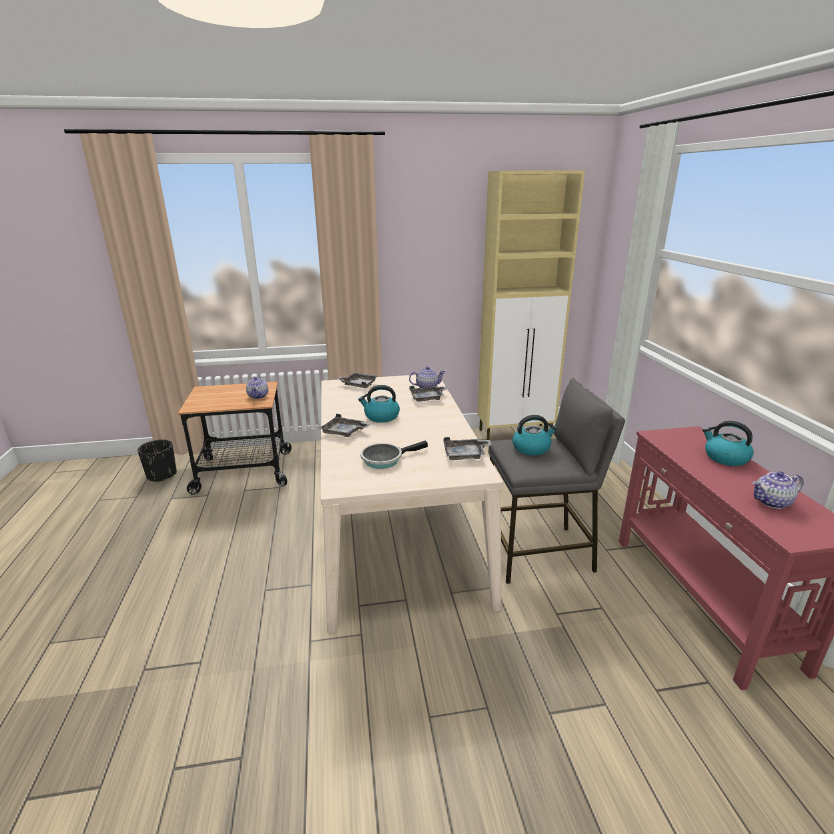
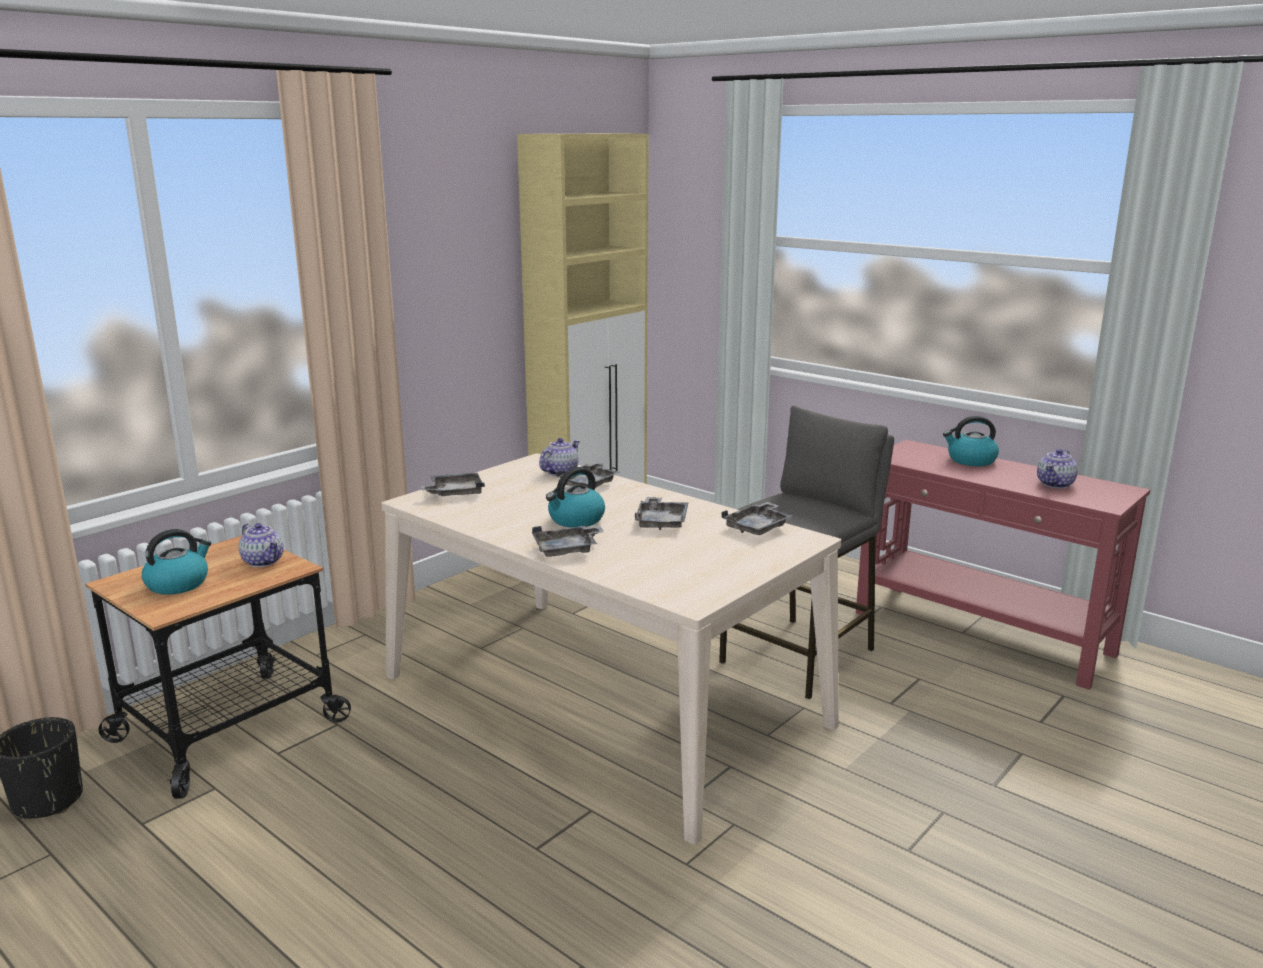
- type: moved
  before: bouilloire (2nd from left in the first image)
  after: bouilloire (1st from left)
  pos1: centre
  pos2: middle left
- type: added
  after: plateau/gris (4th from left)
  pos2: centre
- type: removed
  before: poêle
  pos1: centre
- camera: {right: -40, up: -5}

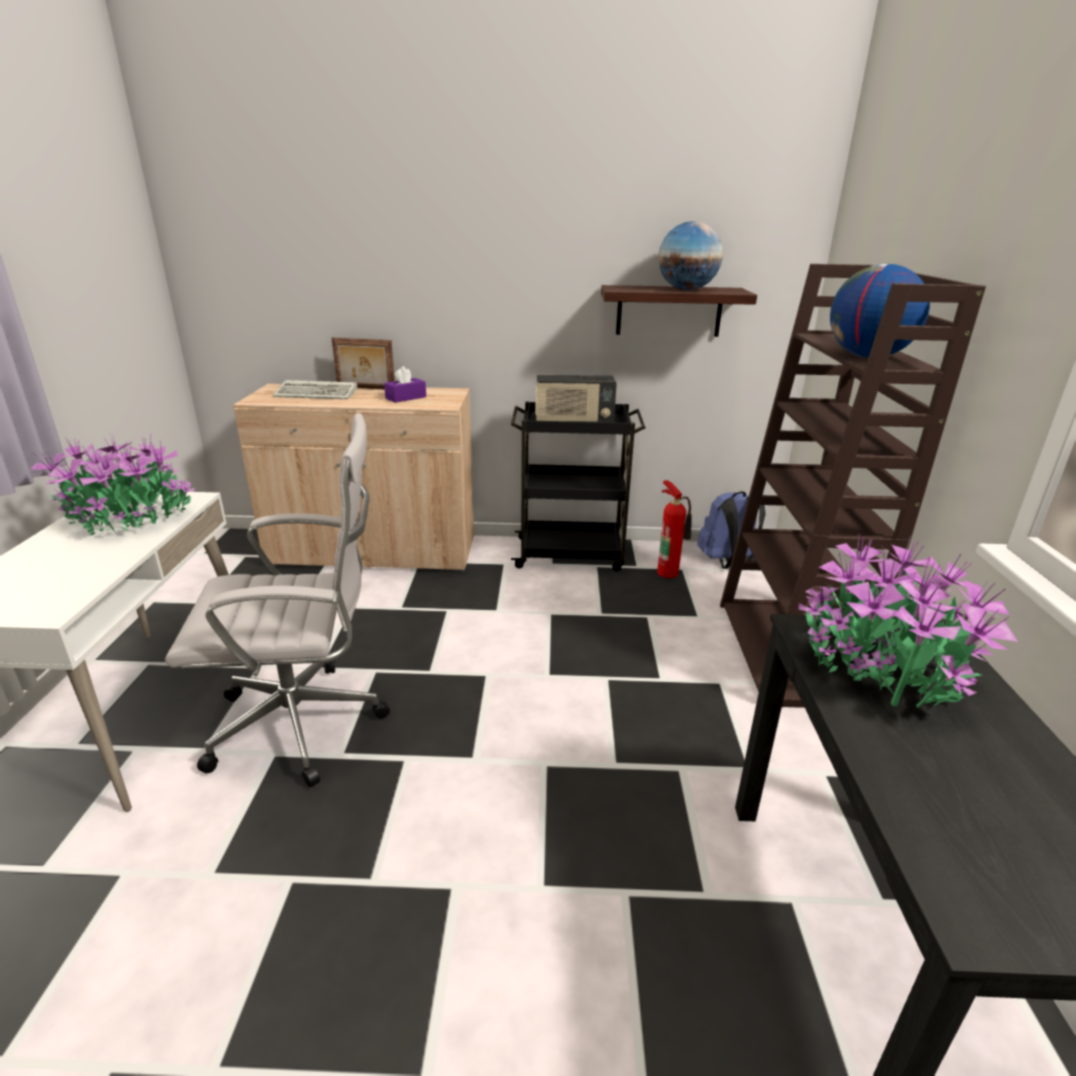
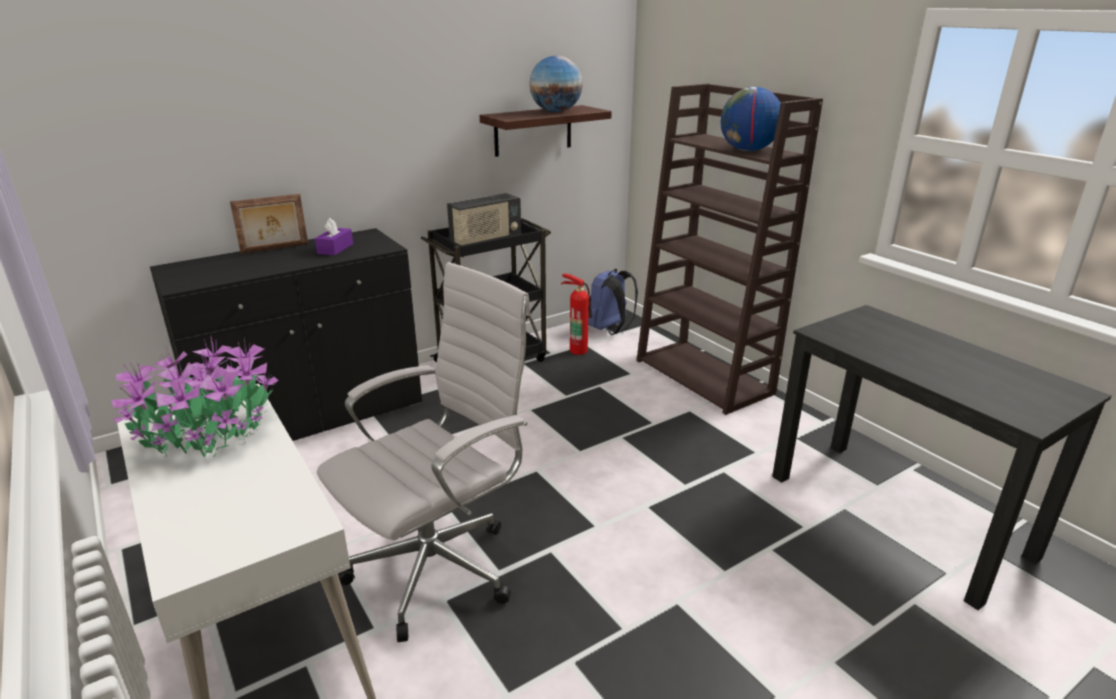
- type: recoloured
  before: meuble de rangement/beige
  after: meuble de rangement/noir
  pos1: middle left
  pos2: middle left
- type: removed
  before: clavier
  pos1: middle left
- type: removed
  before: plante en pot (2nd from left)
  pos1: middle right
- camera: {right: -35, up: 0}

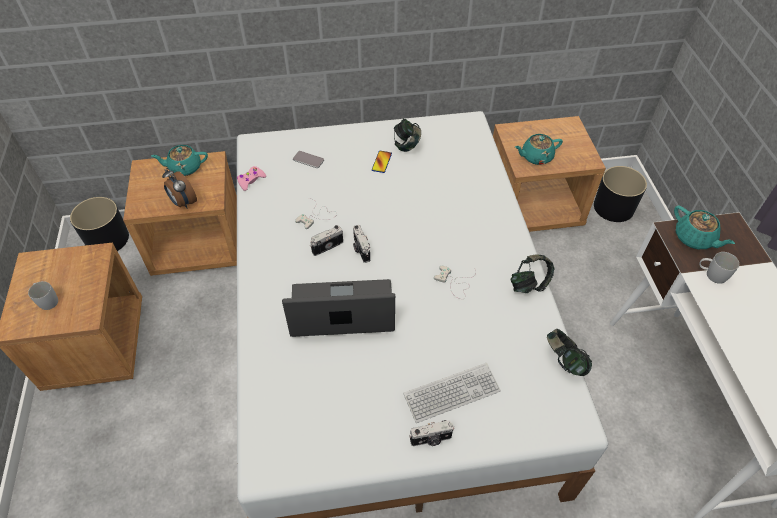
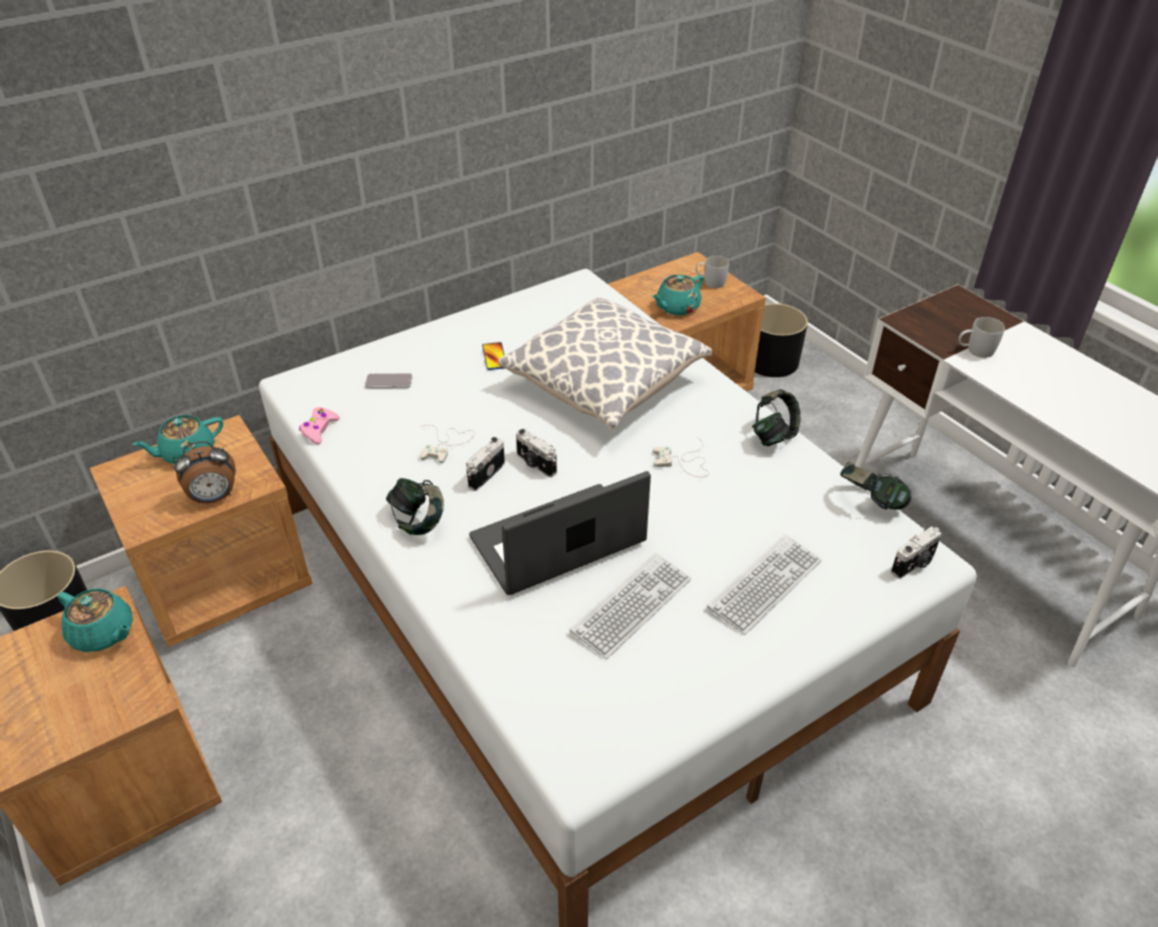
- type: moved
  before: théière/turquoise (3rd from left in the first image)
  after: théière/turquoise (1st from left)
  pos1: middle right
  pos2: bottom left
- type: turned
  before: réveil
  pos1: middle left
  pos2: middle left
  turn: -45
- type: moved
  before: casque audio (1st from left)
  pos1: top centre
  pos2: centre
- type: added
  after: coussin
  pos2: centre
- type: added
  after: clavier (1st from left)
  pos2: centre
- type: moved
  before: mug/blanc (1st from left)
  pos1: middle left
  pos2: top centre
- type: moved
  before: appareil photo (3rd from left)
  pos1: bottom centre
  pos2: middle right
- camera: {right: -25, up: -10}

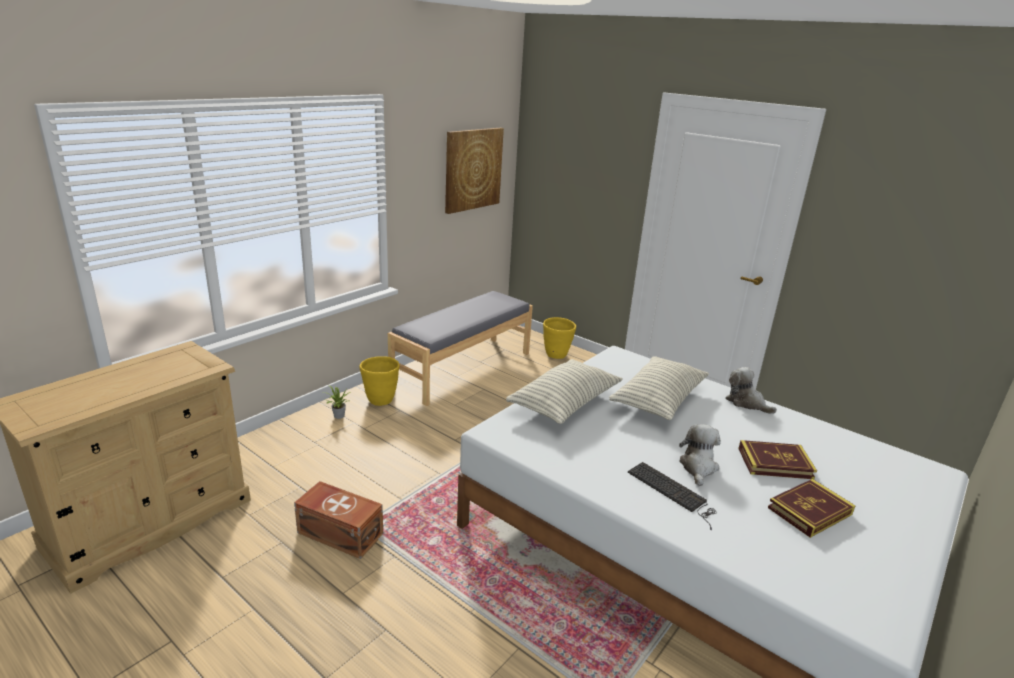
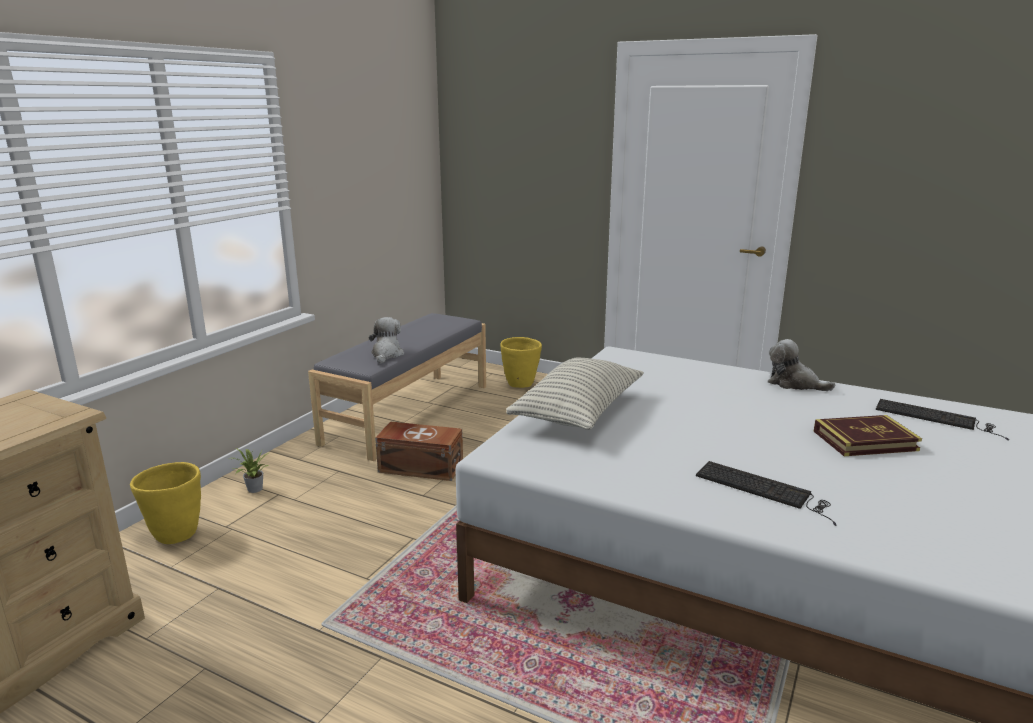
- type: moved
  before: cache-pot/jaune (1st from left)
  pos1: centre
  pos2: bottom left
- type: moved
  before: peluche (1st from left)
  pos1: bottom right
  pos2: centre
- type: moved
  before: boîte de rangement/marron
  pos1: bottom centre
  pos2: centre
- type: added
  after: clavier (2nd from left)
  pos2: middle right
- type: removed
  before: tableau
  pos1: top centre
- type: removed
  before: coussin (2nd from left)
  pos1: centre
- type: removed
  before: livre (2nd from left)
  pos1: bottom right
- camera: {right: -10, up: -5}

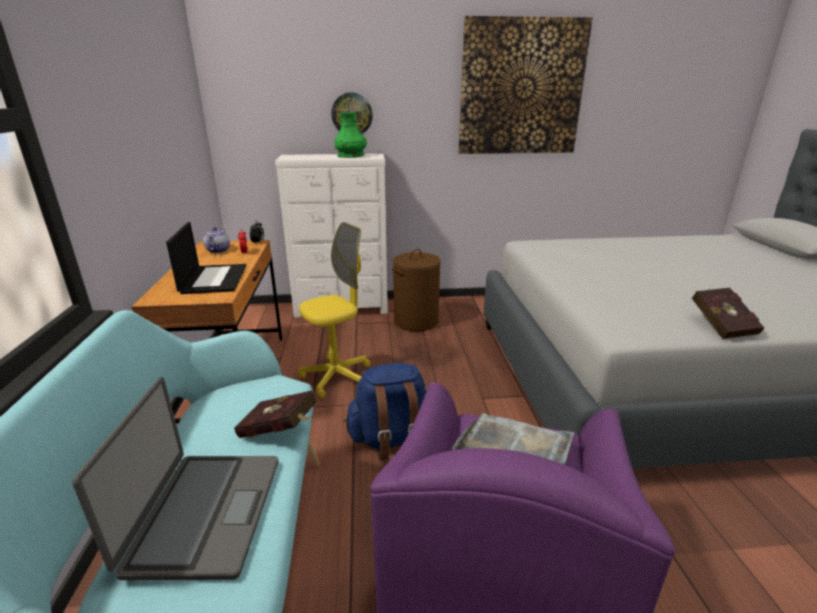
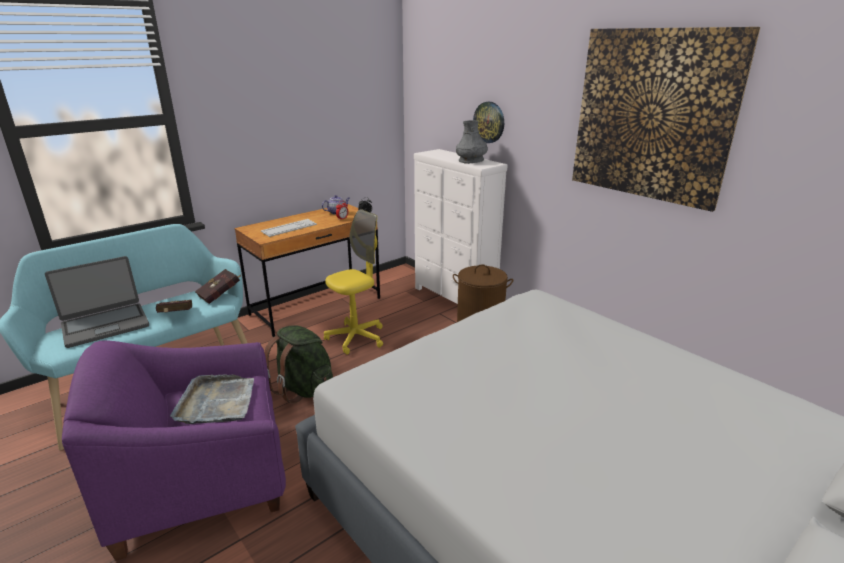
- type: moved
  before: livre/rouge (2nd from left)
  pos1: middle right
  pos2: middle left
- type: replaced
  before: ordinateur portable (2nd from left)
  after: clavier
  pos1: middle left
  pos2: centre
- type: recoloured
  before: sac à dos/bleu
  after: sac à dos/vert
  pos1: bottom centre
  pos2: centre
- type: turned
  before: chaise de bureau/jaune
  pos1: centre
  pos2: centre
  turn: -60
- type: recoloured
  before: vase/vert
  after: vase/gris
  pos1: top centre
  pos2: top centre
- camera: {right: 55, up: 0}

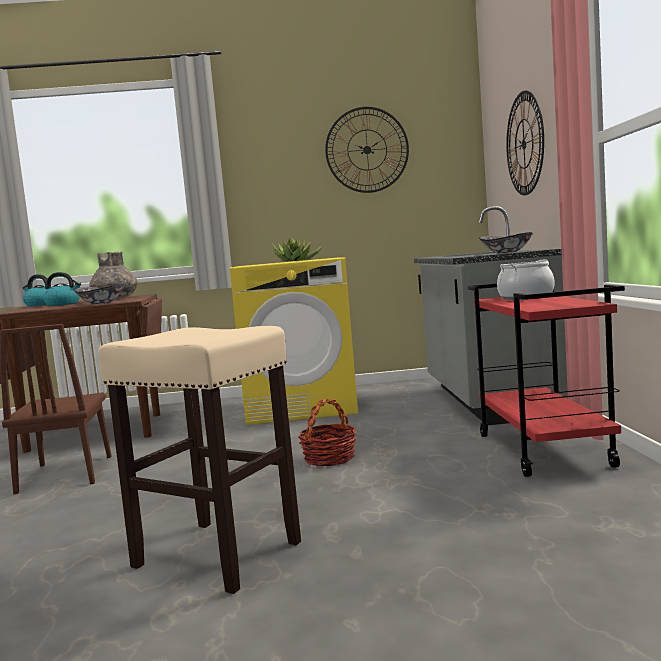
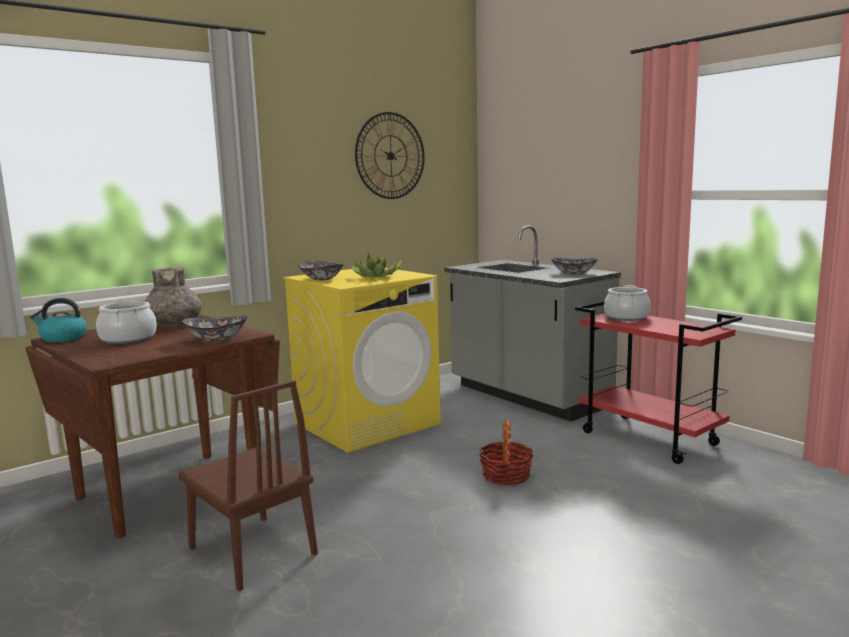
- type: replaced
  before: bouilloire (2nd from left)
  after: marmite (1st from left)
  pos1: middle left
  pos2: middle left
- type: added
  after: bol (2nd from left)
  pos2: centre
- type: removed
  before: tabouret/beige
  pos1: bottom left
- type: removed
  before: horloge murale (2nd from left)
  pos1: top right
- camera: {right: -35, up: 5}

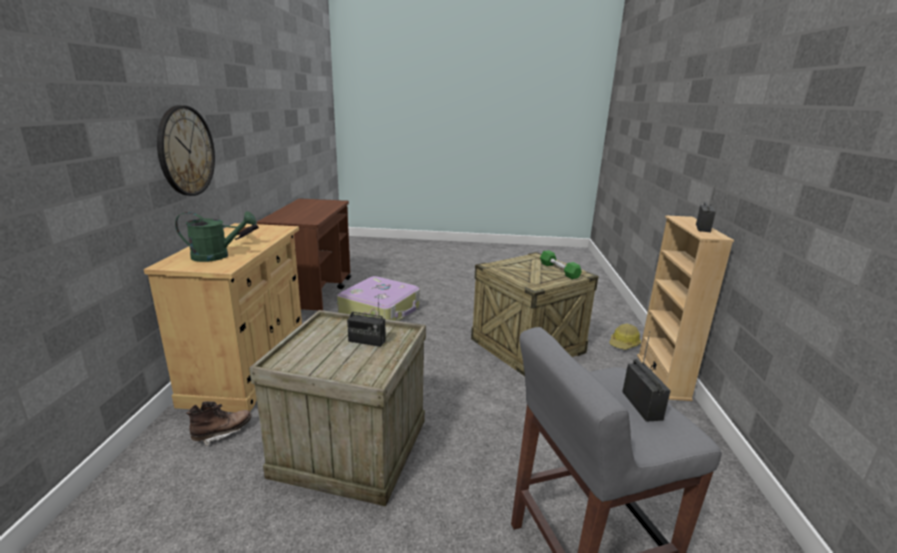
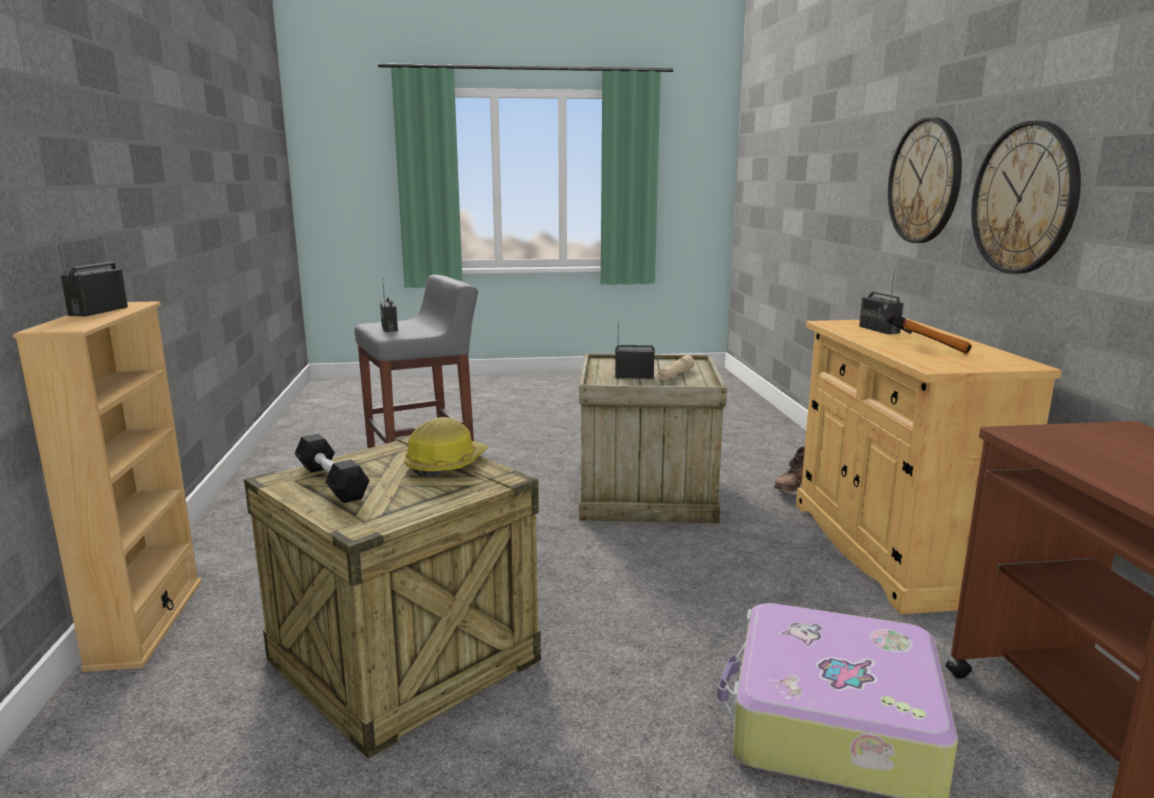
- type: recoloured
  before: haltère/vert
  after: haltère/noir
  pos1: centre
  pos2: middle left
- type: moved
  before: casque de chantier
  pos1: middle right
  pos2: centre
- type: added
  after: lampe de poche/beige
  pos2: centre
- type: replaced
  before: arrosoir/vert
  after: radio (4th from left)
  pos1: middle left
  pos2: middle right
- type: added
  after: horloge murale (1st from left)
  pos2: top right
- camera: {right: 170, up: -5}

